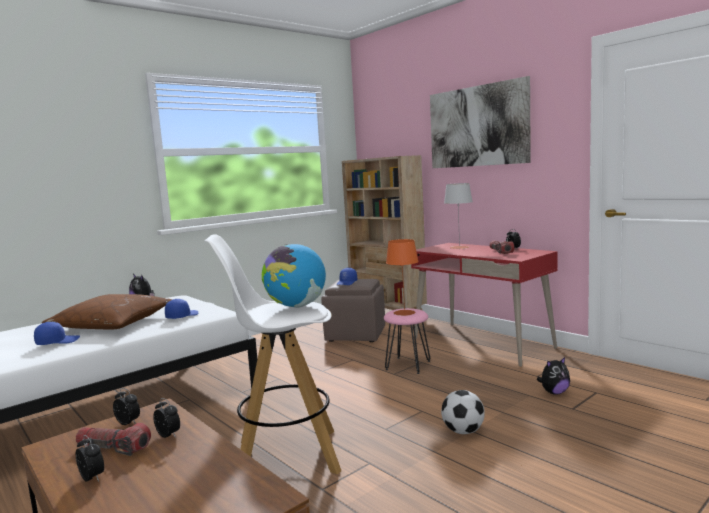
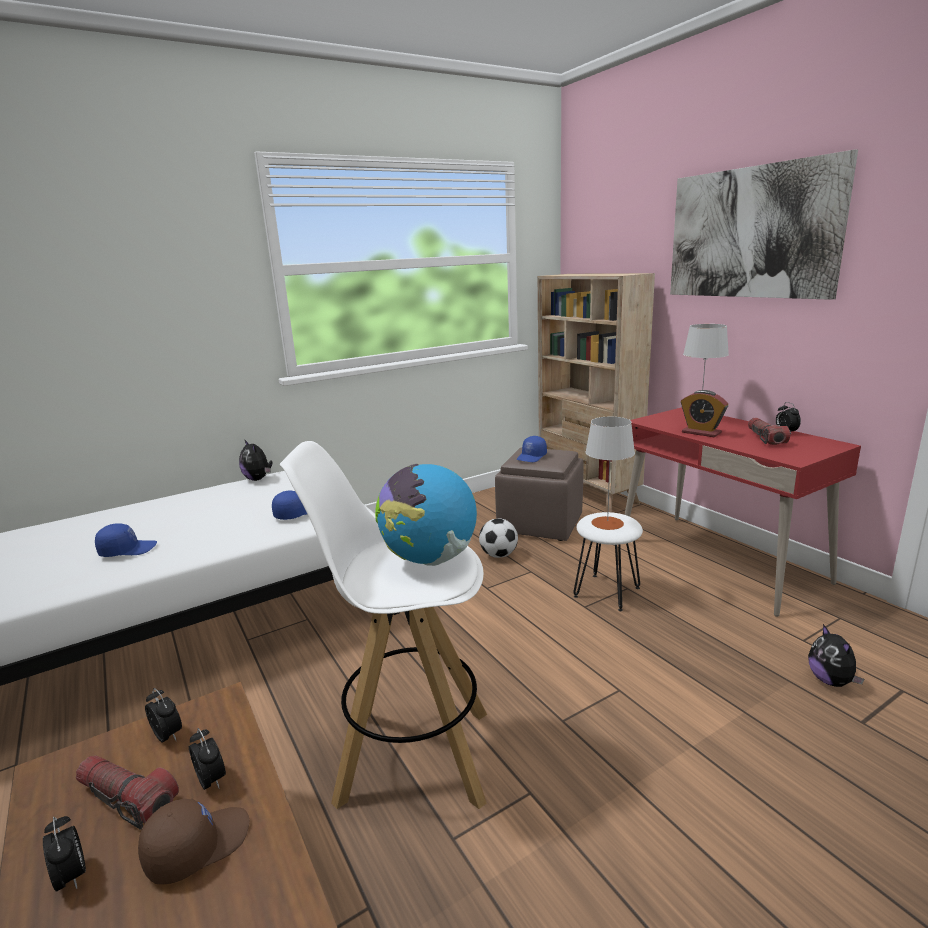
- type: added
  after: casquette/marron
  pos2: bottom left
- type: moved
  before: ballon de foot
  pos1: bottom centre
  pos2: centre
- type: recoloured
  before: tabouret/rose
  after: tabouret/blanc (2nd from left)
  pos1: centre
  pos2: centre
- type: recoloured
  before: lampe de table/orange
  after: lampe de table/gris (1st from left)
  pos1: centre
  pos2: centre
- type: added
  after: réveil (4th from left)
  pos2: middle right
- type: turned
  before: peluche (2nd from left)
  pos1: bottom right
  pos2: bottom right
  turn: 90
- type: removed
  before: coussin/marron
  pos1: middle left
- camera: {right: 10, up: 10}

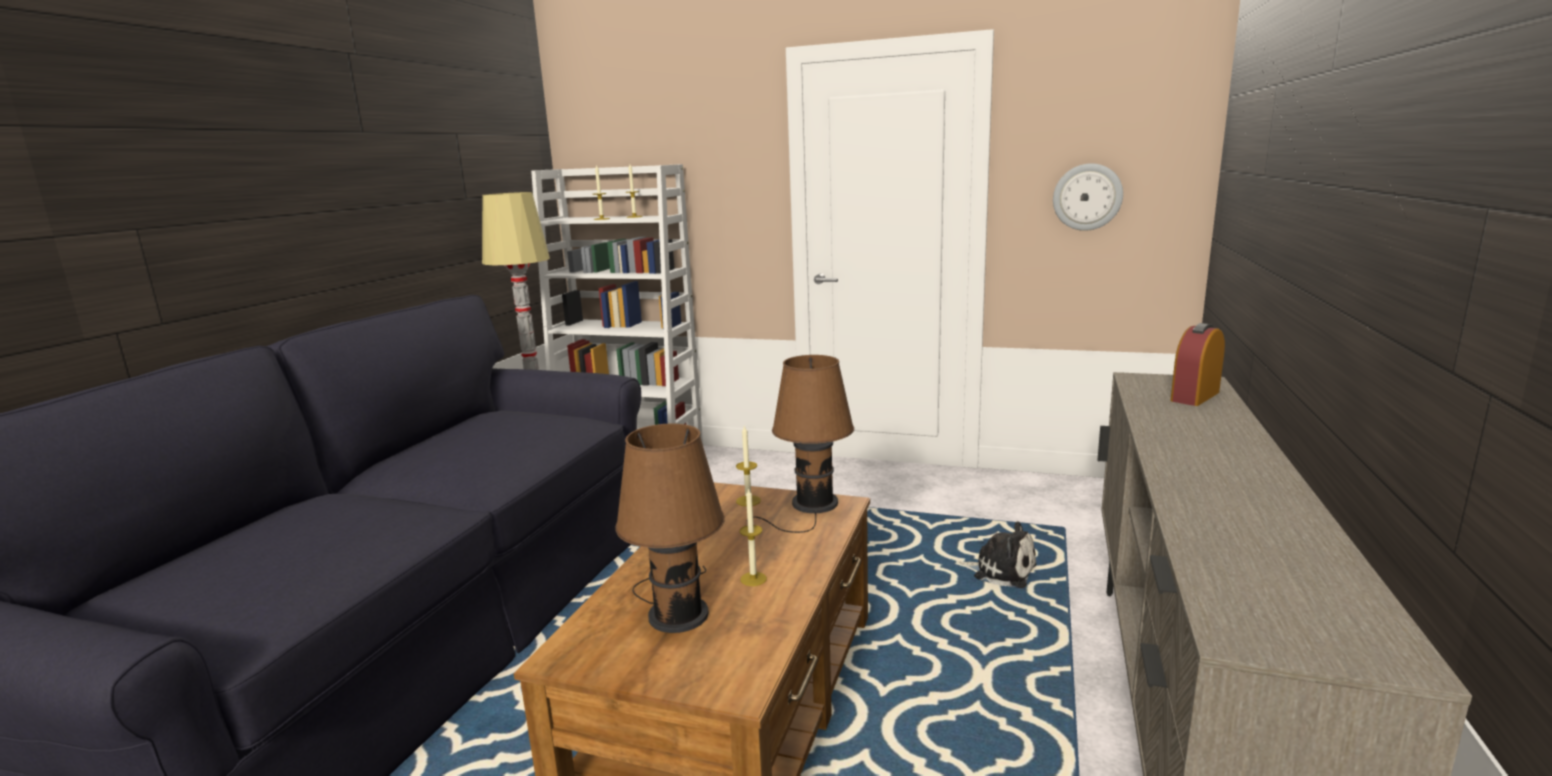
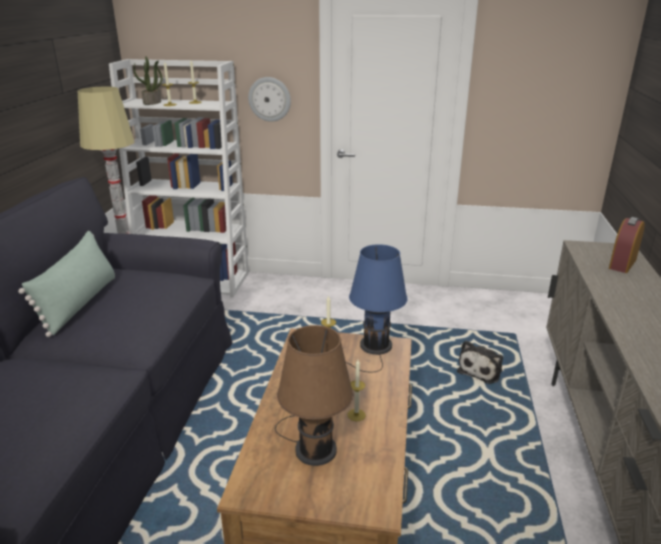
- type: added
  after: coussin/vert
  pos2: middle left
- type: added
  after: plante en pot
  pos2: top left
- type: moved
  before: horloge murale
  pos1: top right
  pos2: top centre
- type: recoloured
  before: lampe de table/marron (2nd from left)
  after: lampe de table/bleu
  pos1: centre
  pos2: centre
- type: turned
  before: peluche
  pos1: bottom centre
  pos2: middle right
  turn: 105
- camera: {right: -10, up: 10}

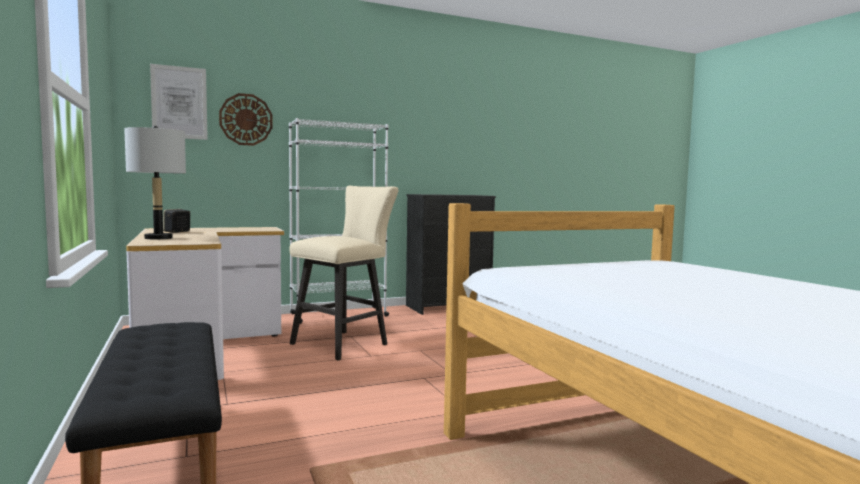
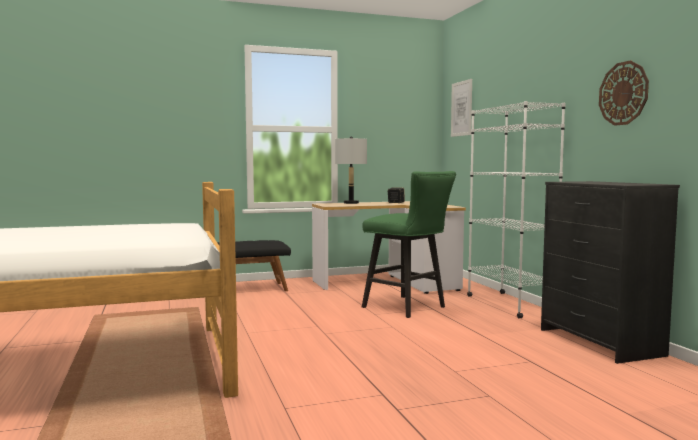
- type: recoloured
  before: tabouret/beige
  after: tabouret/vert
  pos1: centre
  pos2: centre
- type: moved
  before: horloge murale
  pos1: top left
  pos2: top right
- camera: {right: 95, up: 0}

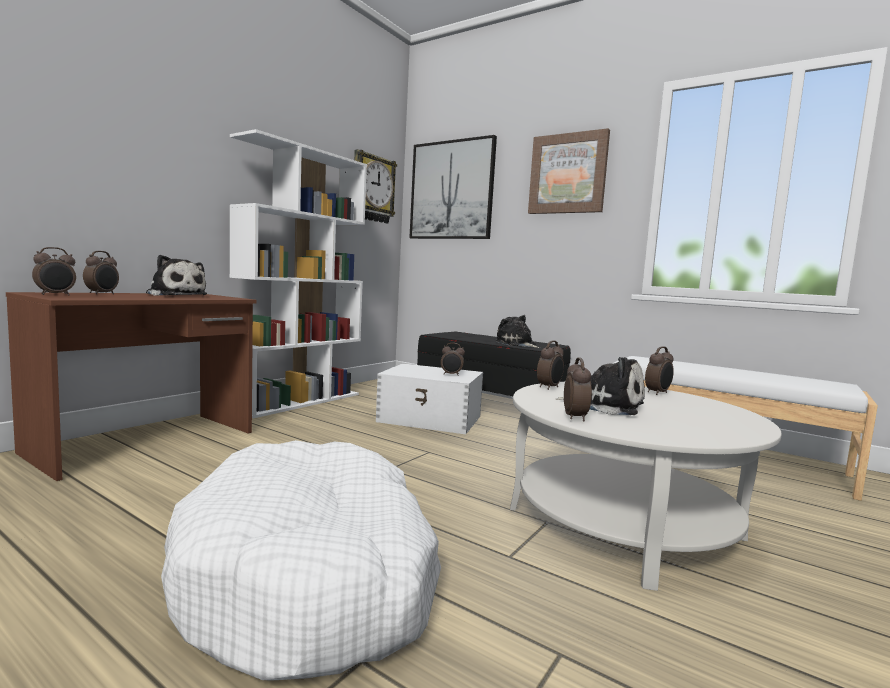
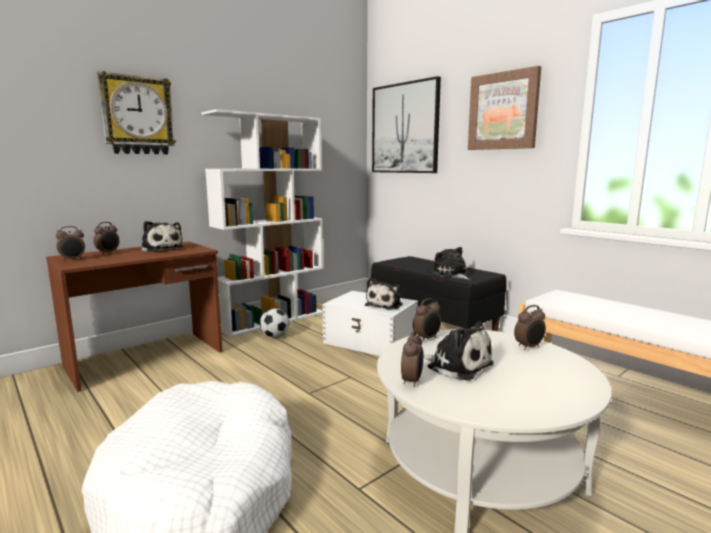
- type: moved
  before: horloge murale
  pos1: top centre
  pos2: top left
- type: added
  after: ballon de foot
  pos2: centre
- type: replaced
  before: réveil (3rd from left)
  after: peluche (2nd from left)
  pos1: centre
  pos2: centre
- camera: {right: 15, up: 5}

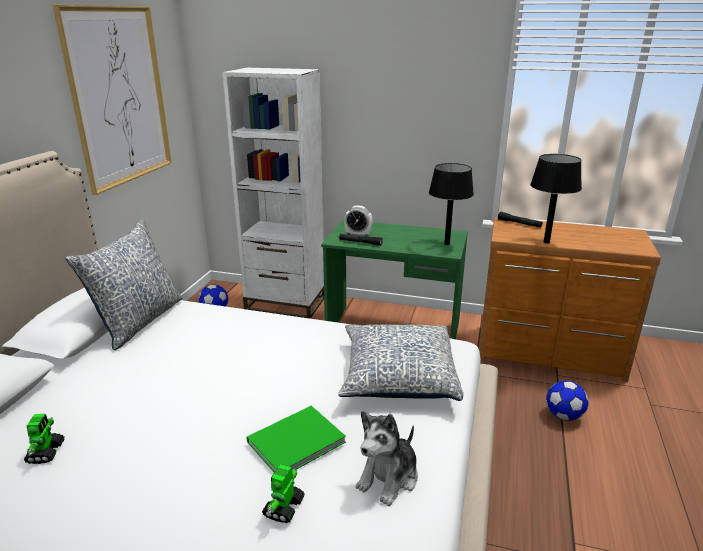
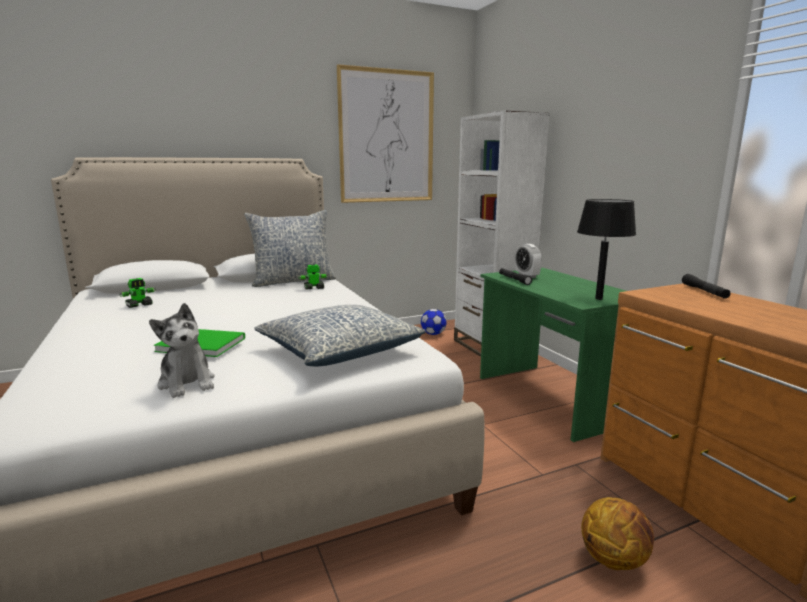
- type: turned
  before: peluche
  pos1: bottom centre
  pos2: middle left
  turn: -120
- type: moved
  before: robot jouet (2nd from left)
  pos1: bottom centre
  pos2: centre
- type: replaced
  before: ballon de foot (2nd from left)
  after: ballon de basket
  pos1: bottom right
  pos2: bottom right
- type: removed
  before: lampe de table/noir (2nd from left)
  pos1: middle right
- camera: {right: 50, up: -10}

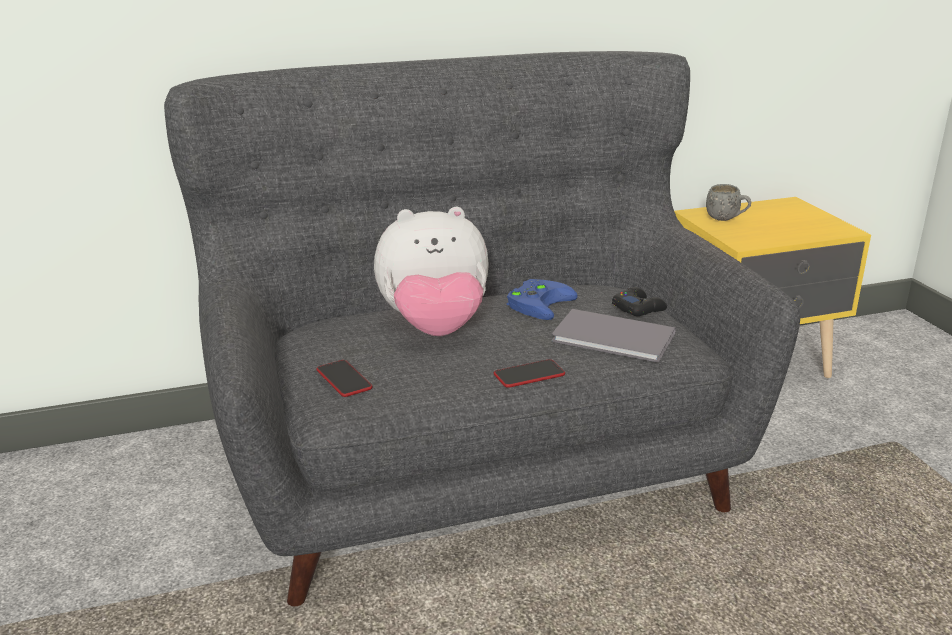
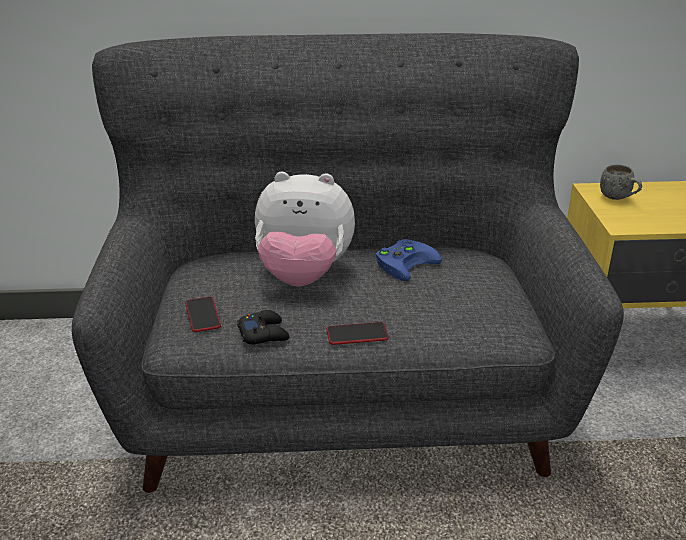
- type: moved
  before: manette/noir
  pos1: middle right
  pos2: centre
- type: removed
  before: livre/gris
  pos1: centre
- camera: {right: 15, up: 5}

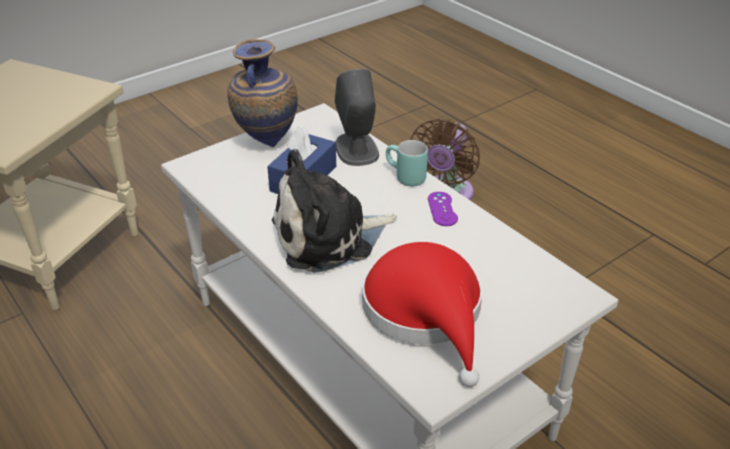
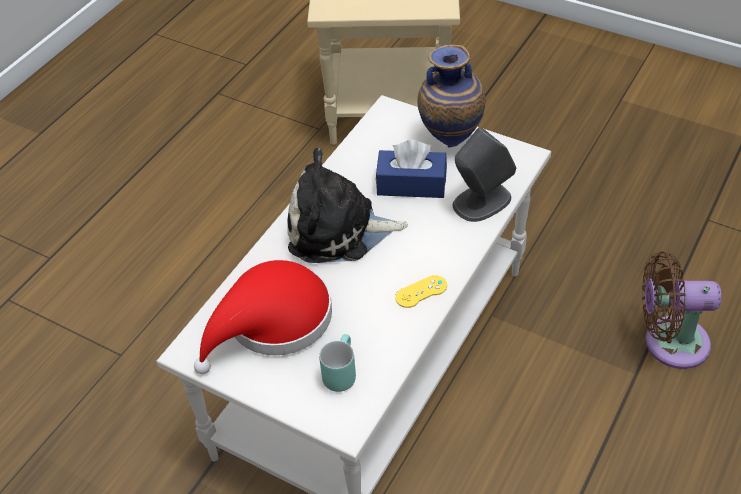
- type: turned
  before: peluche
  pos1: centre
  pos2: centre
  turn: -45
- type: moved
  before: mug/turquoise
  pos1: centre
  pos2: bottom centre
- type: recoloured
  before: manette/violet
  after: manette/jaune
  pos1: centre
  pos2: centre
- camera: {right: 70, up: 10}

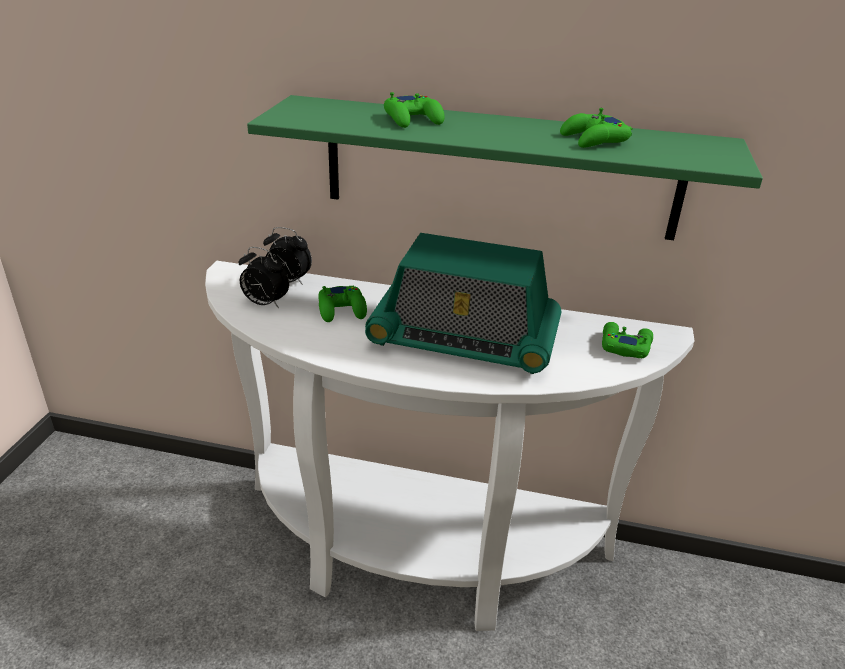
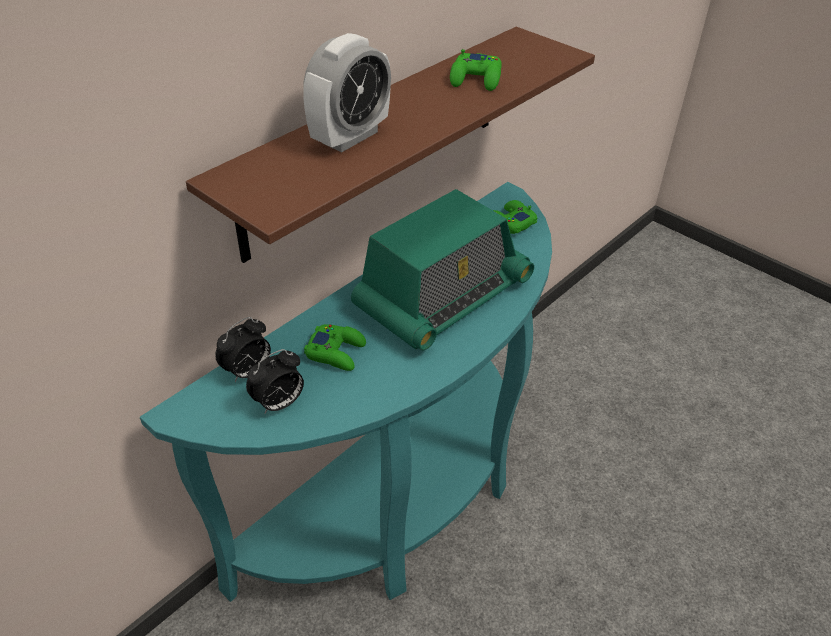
- type: recoloured
  before: table console/blanc
  after: table console/turquoise
  pos1: bottom centre
  pos2: centre
- type: recoloured
  before: étagère/vert
  after: étagère/marron
  pos1: top centre
  pos2: top centre
- type: replaced
  before: manette/vert (2nd from left)
  after: réveil (3rd from left)
  pos1: top centre
  pos2: top centre
- camera: {right: -60, up: 10}

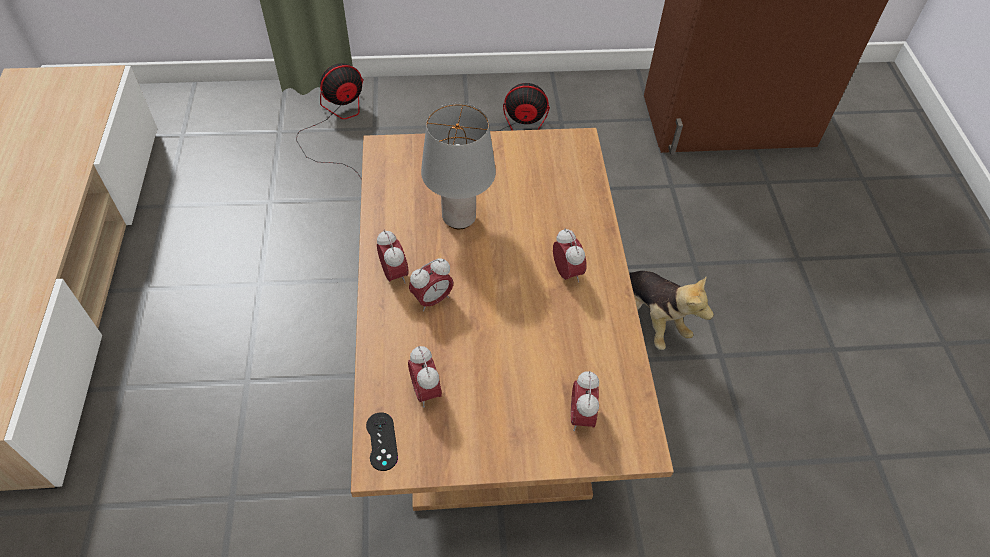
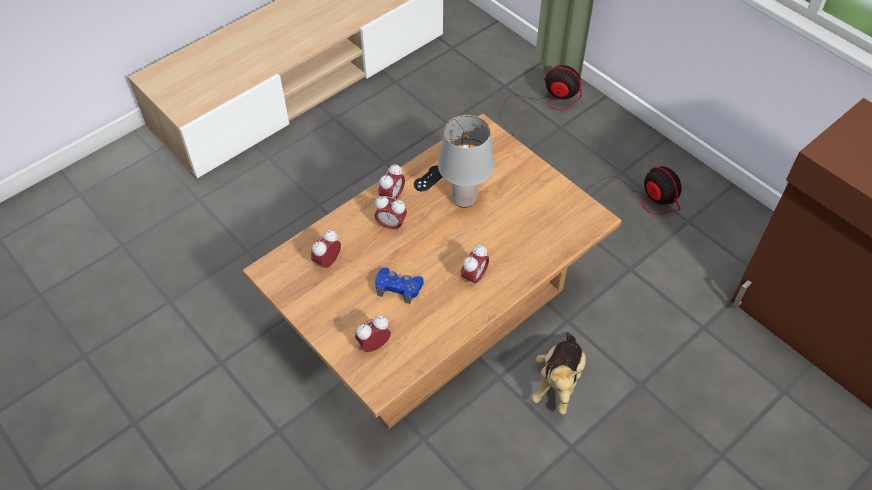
- type: added
  after: manette/bleu
  pos2: centre
- type: moved
  before: manette/noir
  pos1: bottom centre
  pos2: centre
- camera: {right: 55, up: 0}

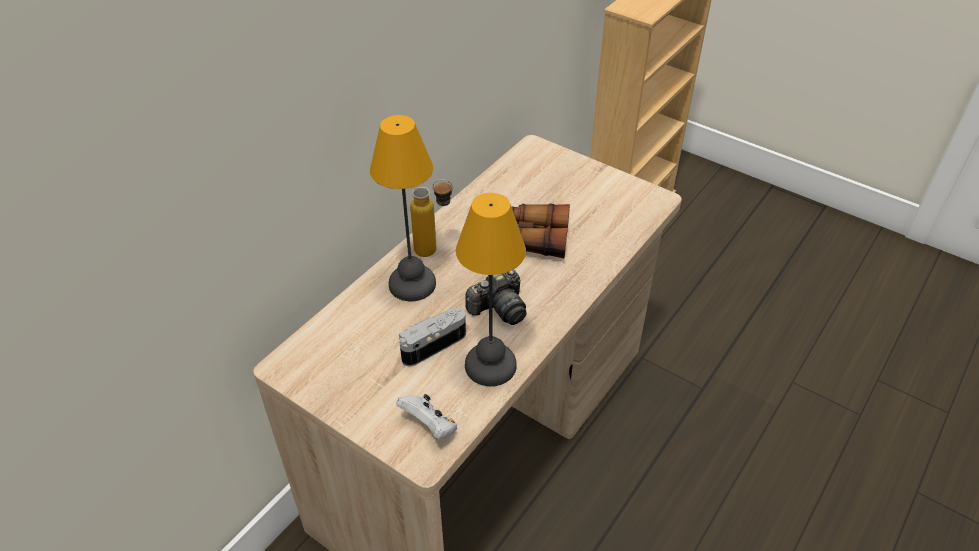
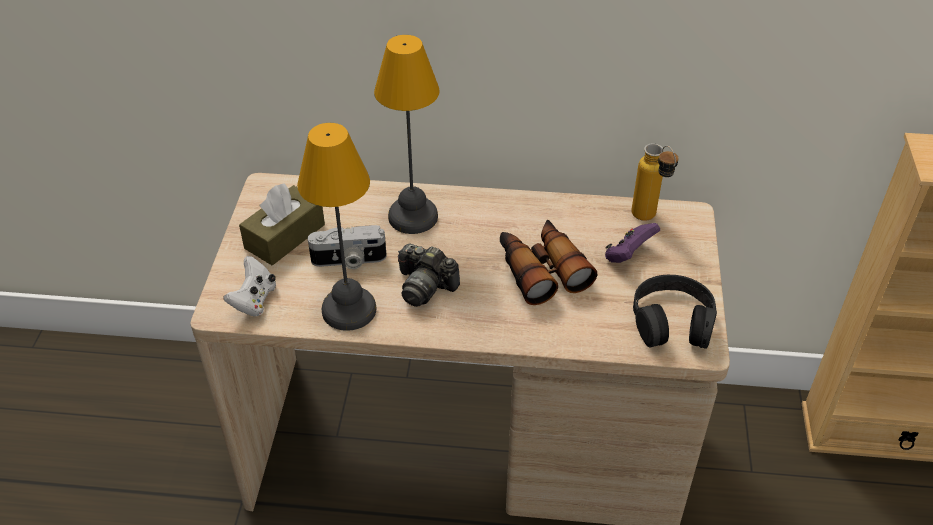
- type: added
  after: boîte à mouchoirs/marron
  pos2: middle left
- type: turned
  before: appareil photo (1st from left)
  pos1: centre
  pos2: centre
  turn: 150
- type: added
  after: manette/violet
  pos2: middle right
- type: moved
  before: bouteille
  pos1: centre
  pos2: middle right
- type: added
  after: casque audio/noir
  pos2: middle right
- camera: {right: 60, up: 0}

